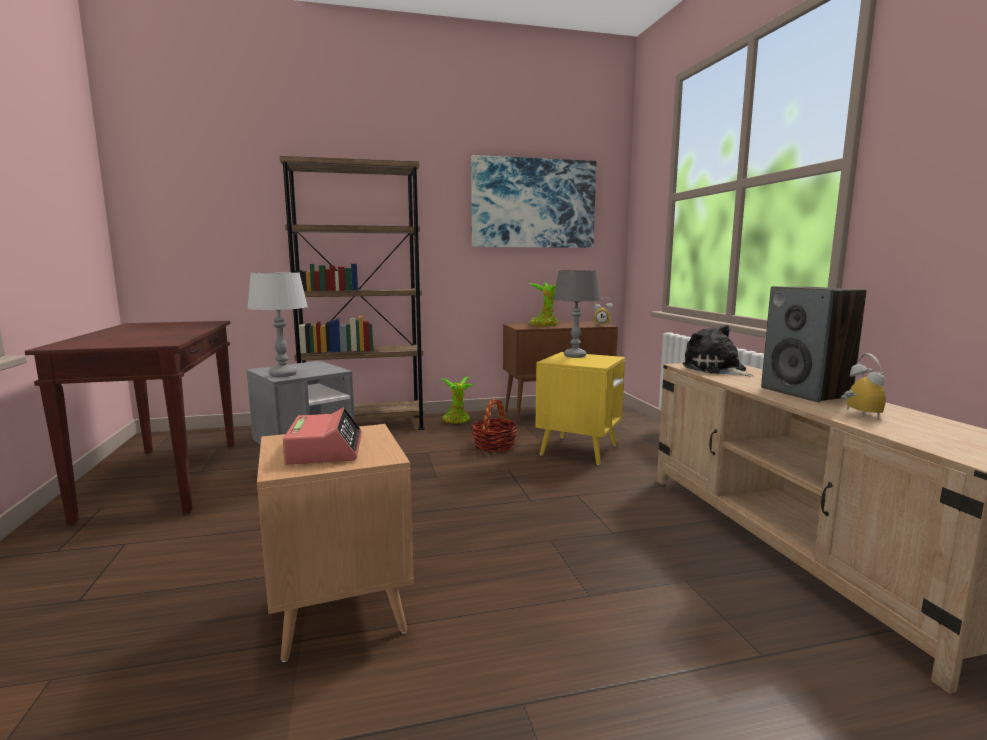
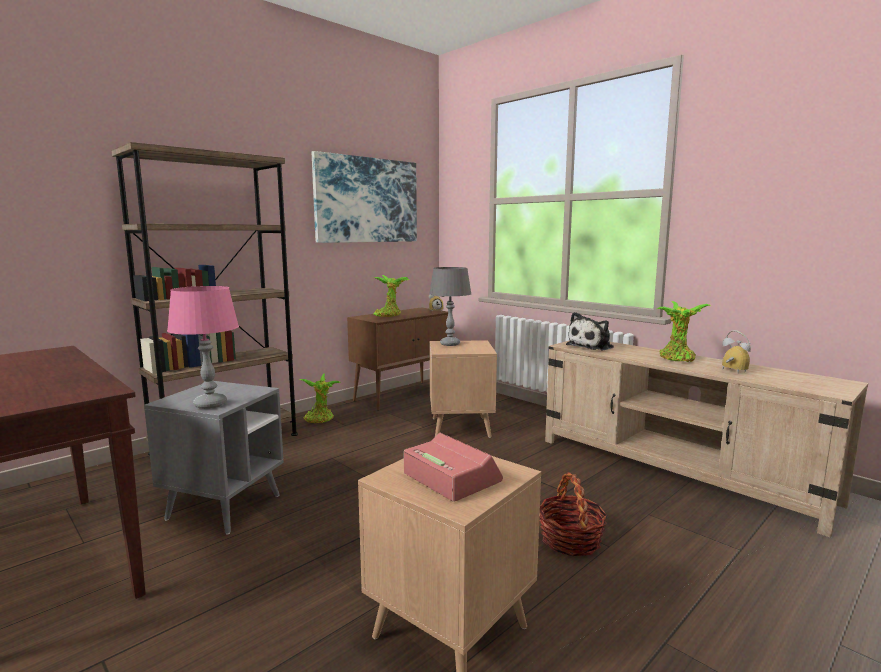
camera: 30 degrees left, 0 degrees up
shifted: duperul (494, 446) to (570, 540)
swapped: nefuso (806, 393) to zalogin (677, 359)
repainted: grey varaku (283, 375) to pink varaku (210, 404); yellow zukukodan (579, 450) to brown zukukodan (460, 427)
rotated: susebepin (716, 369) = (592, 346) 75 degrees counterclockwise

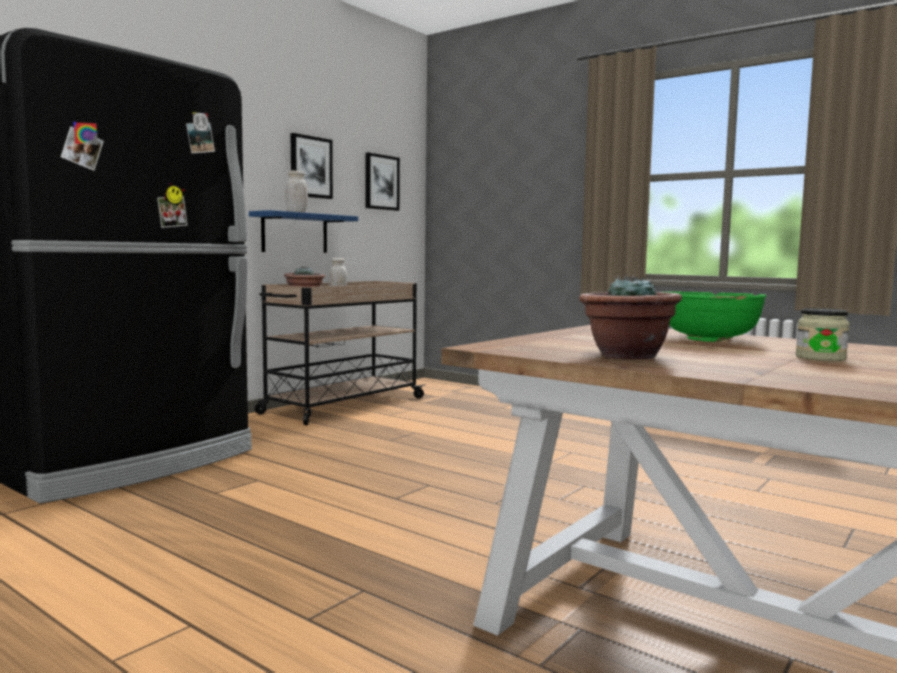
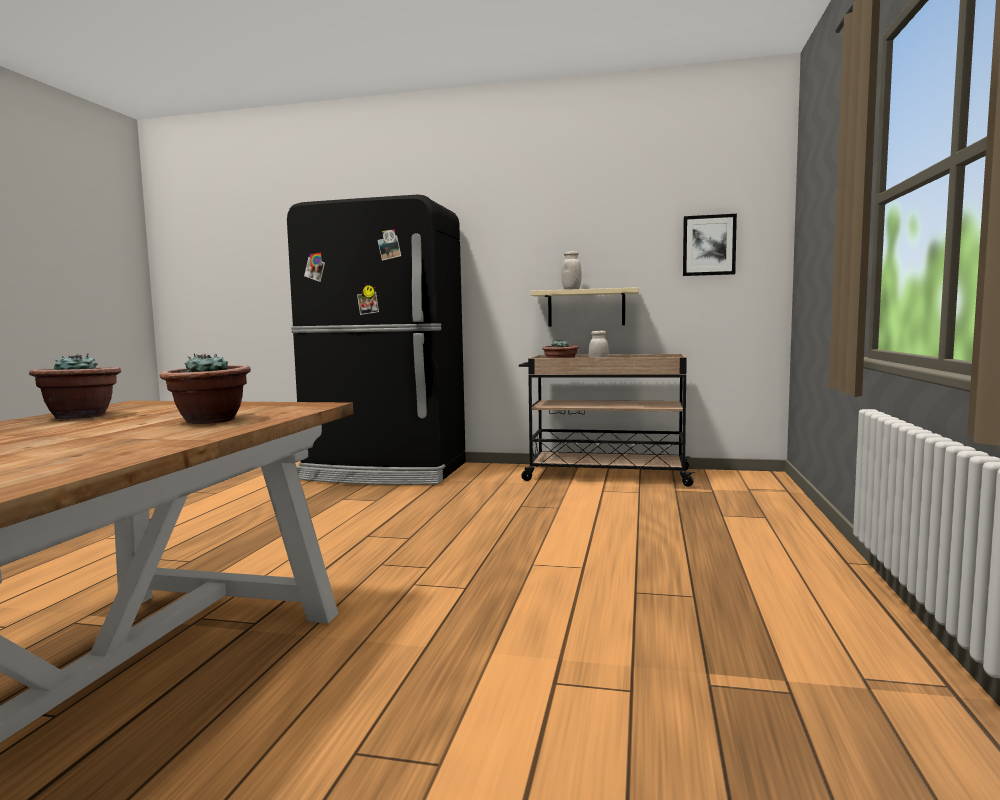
camera: 65 degrees right, 0 degrees up
gone: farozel (310, 167); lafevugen (820, 358)
swapped: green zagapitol (708, 339) to zalogin (209, 420)
repainted: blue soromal (295, 233) to beige soromal (586, 308)

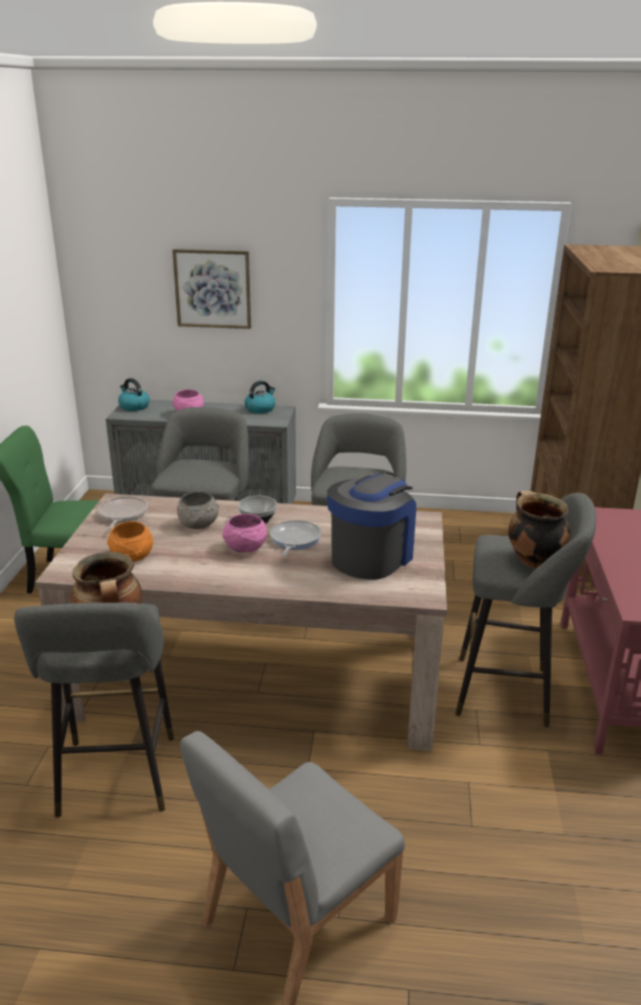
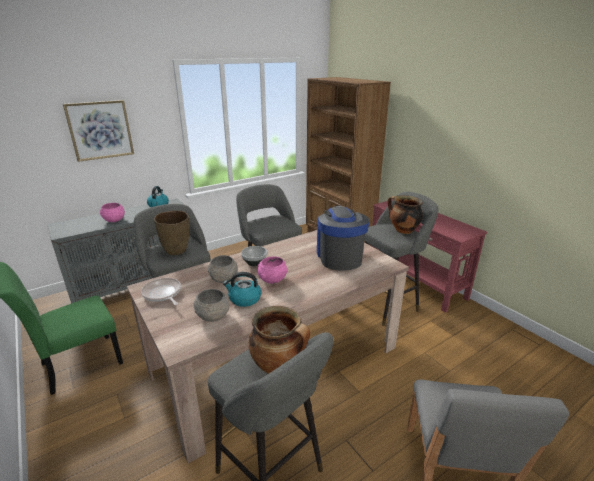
camera: 40 degrees left, 0 degrees up
gone: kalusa (294, 540)
new: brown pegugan (177, 251)
shifted: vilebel (134, 406) to (244, 299)
repainted: orange zagapitol (132, 556) to grey zagapitol (213, 315)

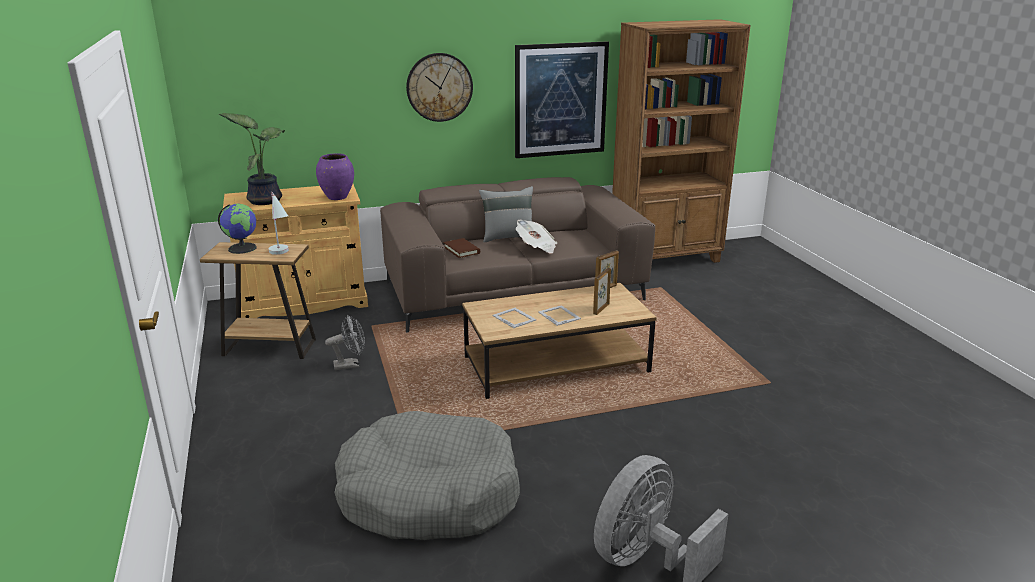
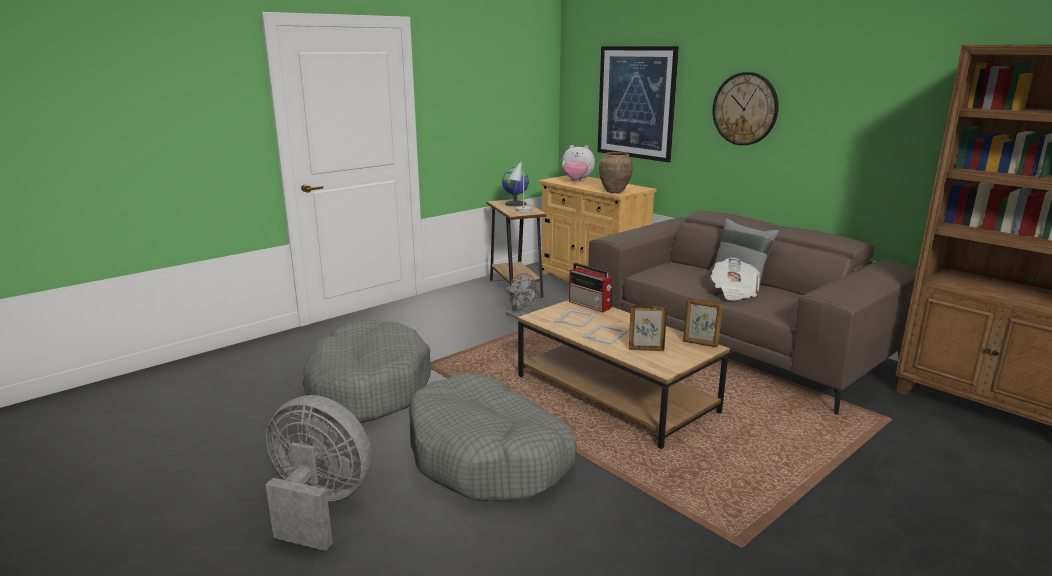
camera: 65 degrees right, 5 degrees down
gone: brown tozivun (461, 250)
new: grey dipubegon (488, 456); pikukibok (590, 305)
shifted: farozel (560, 100) to (636, 102)
swapped: zalogin (264, 200) to susebepin (577, 181)
repainted: purple pegugan (337, 197) to brown pegugan (614, 191)

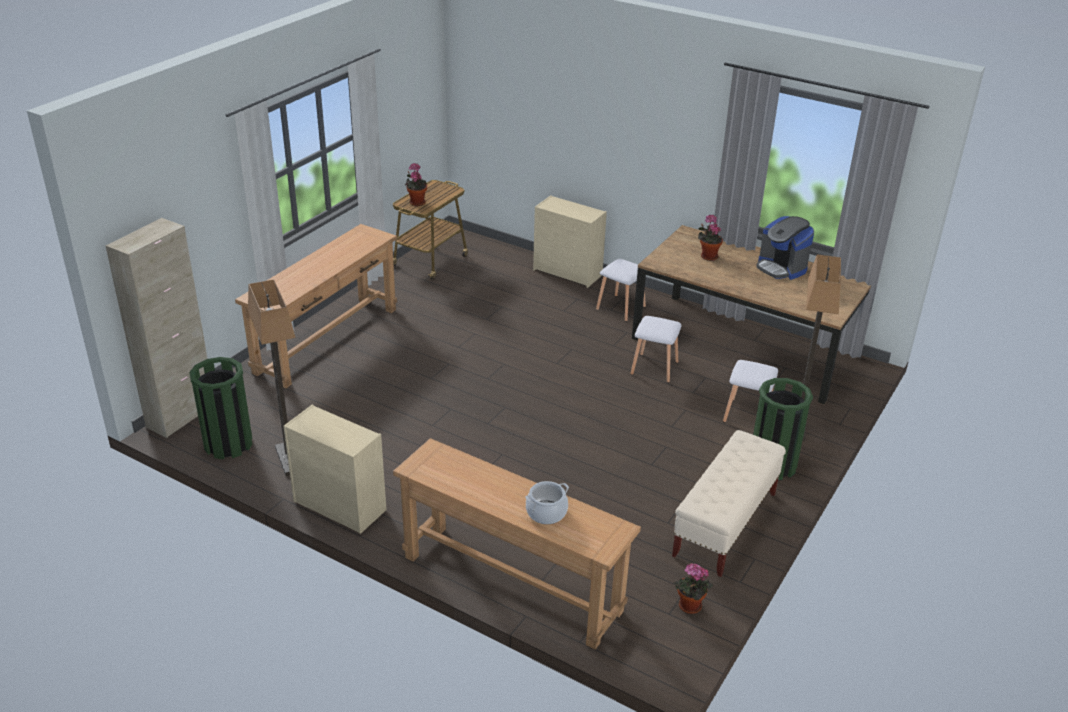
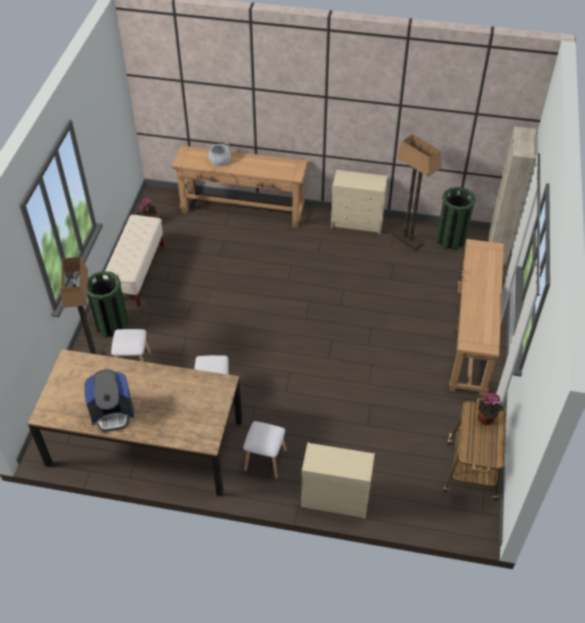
camera: 160 degrees right, 15 degrees up
gone: zalogin (707, 256)
rotated: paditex (781, 268) = (112, 413) 135 degrees clockwise

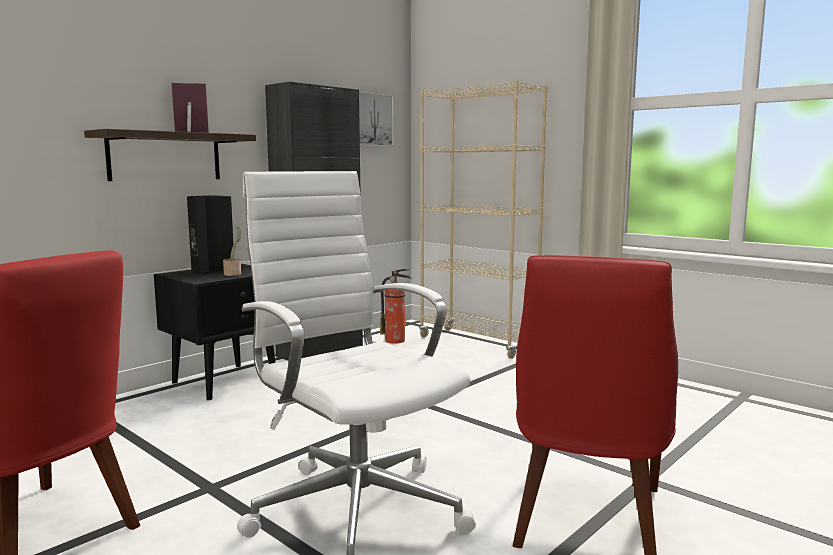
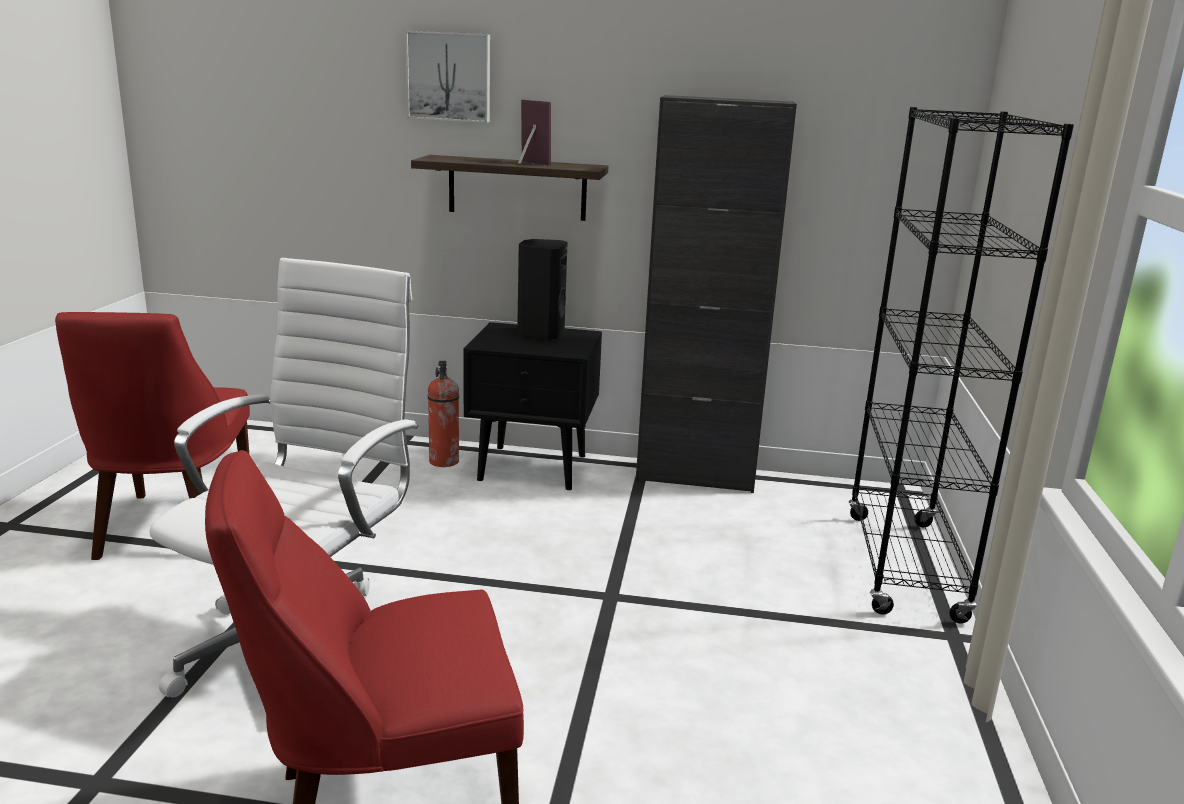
camera: 55 degrees right, 10 degrees up
gone: zalogin (233, 274)
shifted: farozel (371, 120) to (449, 77); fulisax (396, 341) to (444, 462)
repainted: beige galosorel (478, 343) to black galosorel (903, 566)

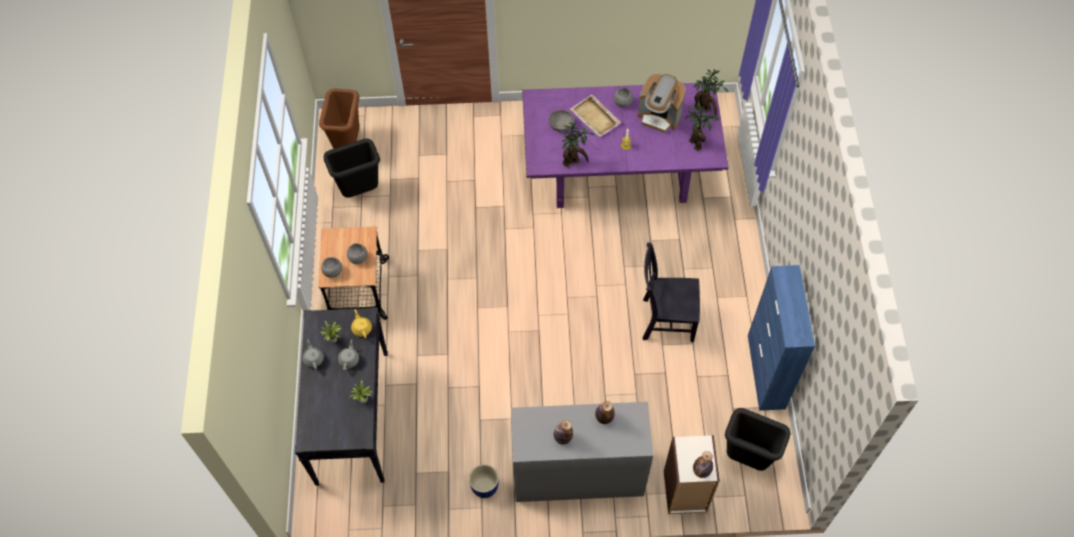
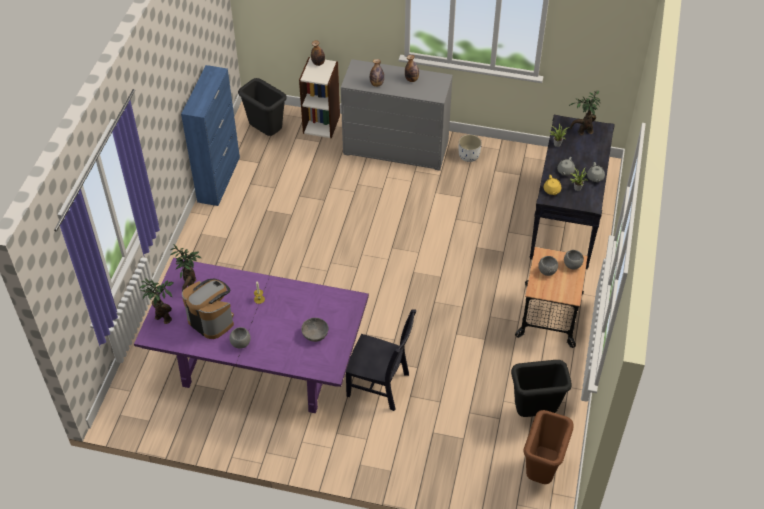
camera: 165 degrees left, 10 degrees down
gone: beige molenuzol (595, 117)
shifted: zalogin (573, 162) to (583, 131); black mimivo (665, 319) to (380, 386)
repainted: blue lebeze (484, 487) to white lebeze (469, 156)

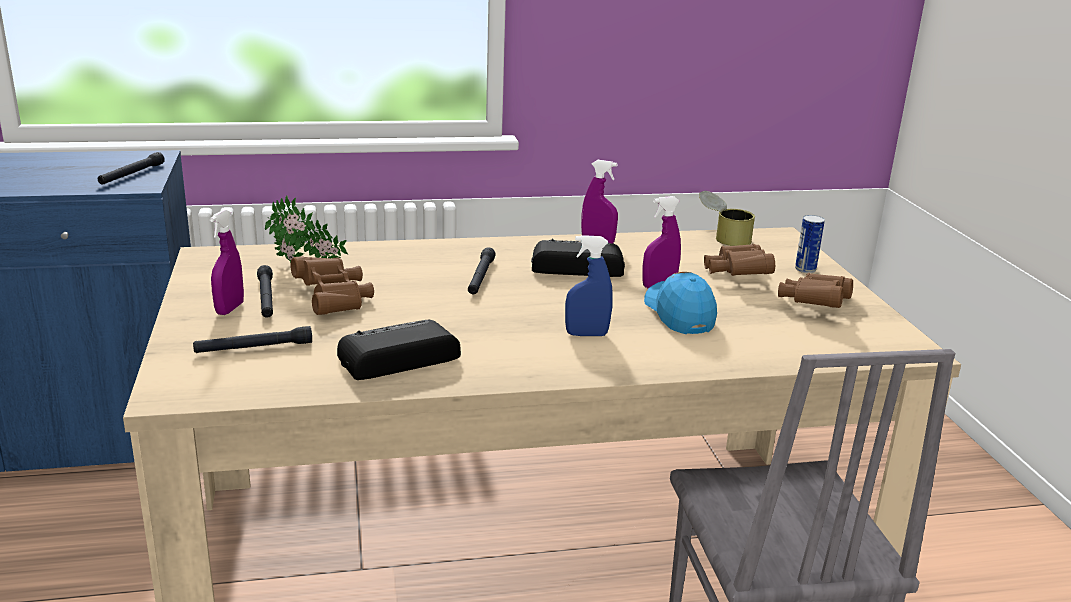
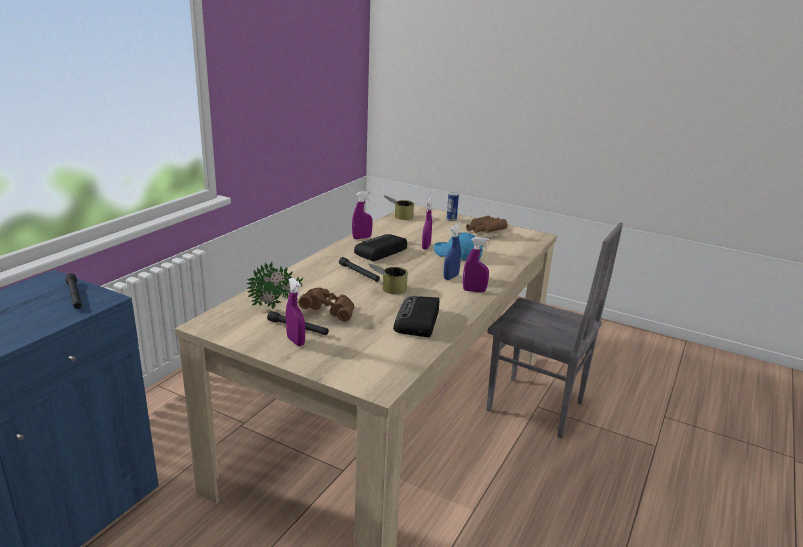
camera: 50 degrees left, 0 degrees up
gone: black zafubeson (254, 348); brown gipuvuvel (736, 275)
new: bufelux (387, 290); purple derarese (474, 291)

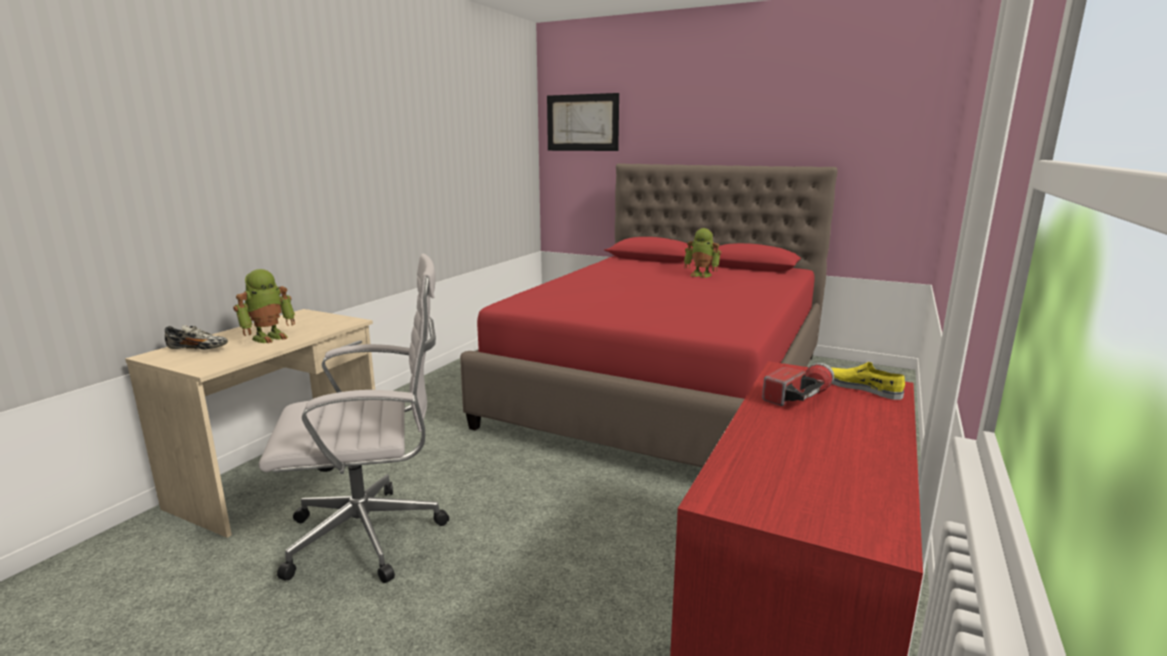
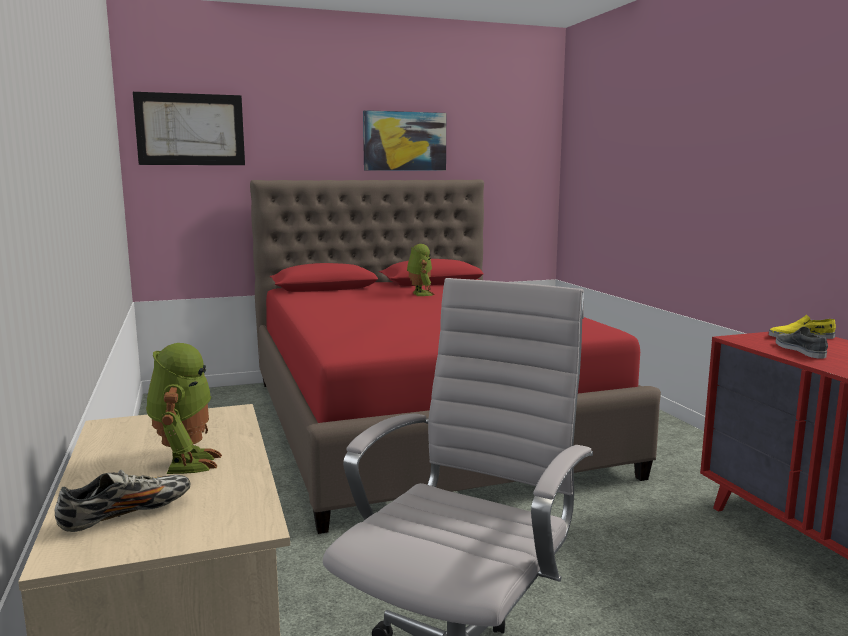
camera: 45 degrees left, 5 degrees down
new: farozel (404, 141)
swapped: zafubeson (798, 396) to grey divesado (800, 350)
rotated: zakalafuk (701, 275) = (420, 294) 90 degrees counterclockwise

